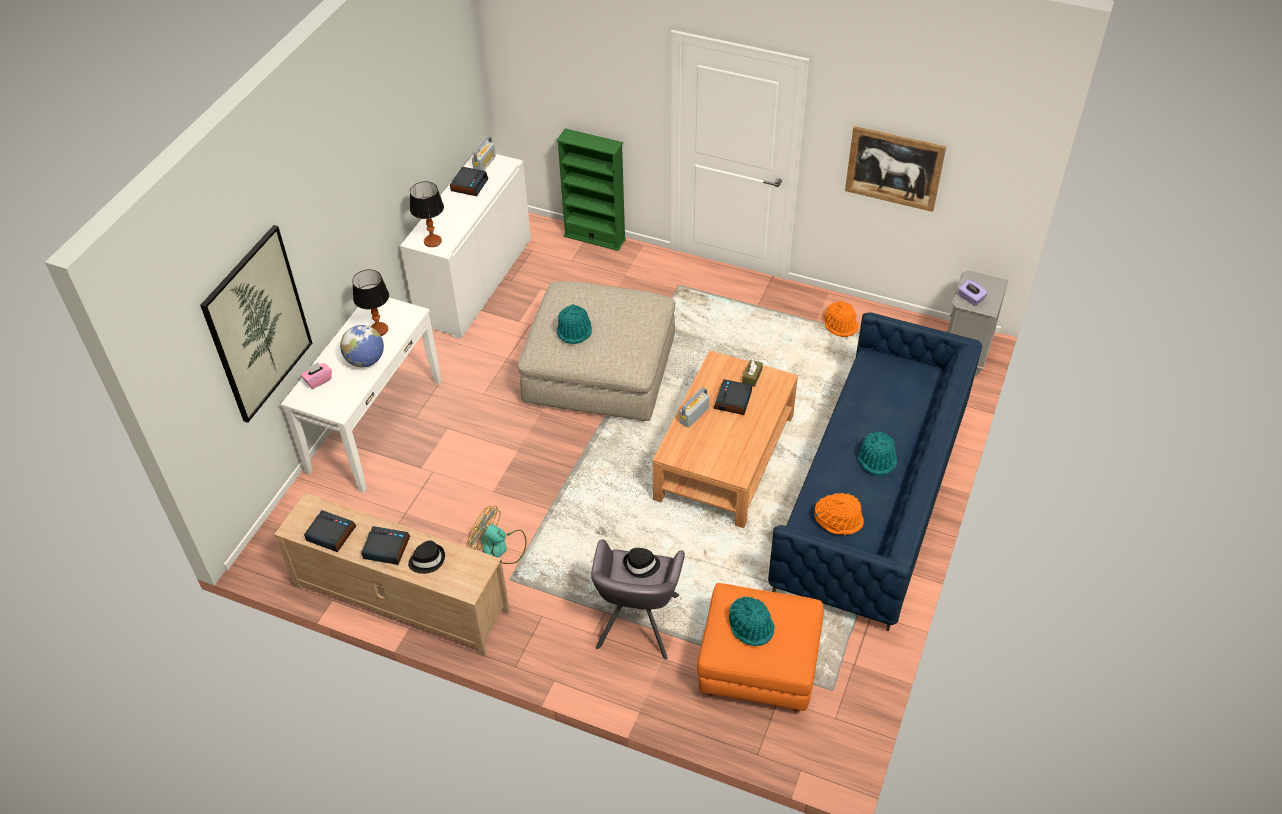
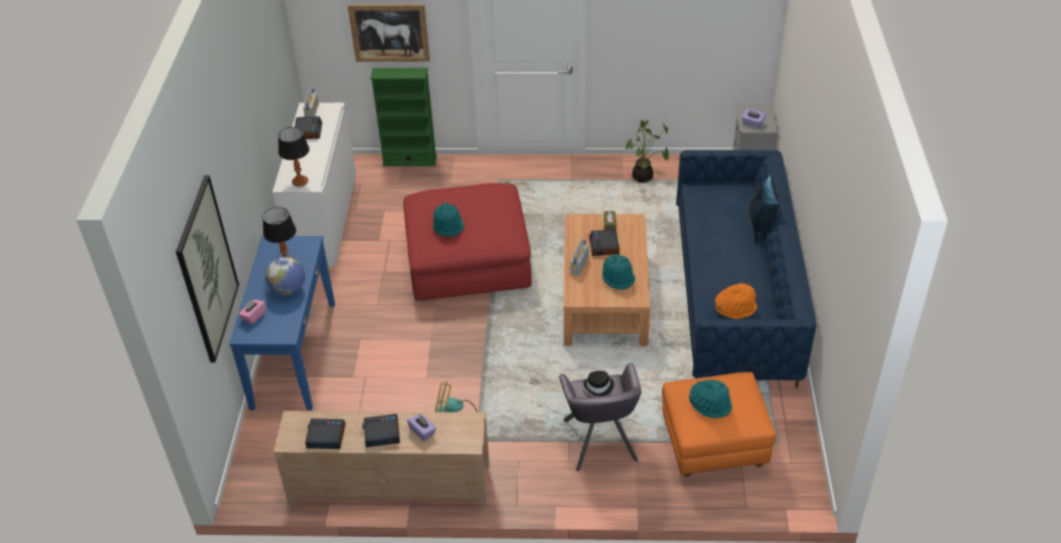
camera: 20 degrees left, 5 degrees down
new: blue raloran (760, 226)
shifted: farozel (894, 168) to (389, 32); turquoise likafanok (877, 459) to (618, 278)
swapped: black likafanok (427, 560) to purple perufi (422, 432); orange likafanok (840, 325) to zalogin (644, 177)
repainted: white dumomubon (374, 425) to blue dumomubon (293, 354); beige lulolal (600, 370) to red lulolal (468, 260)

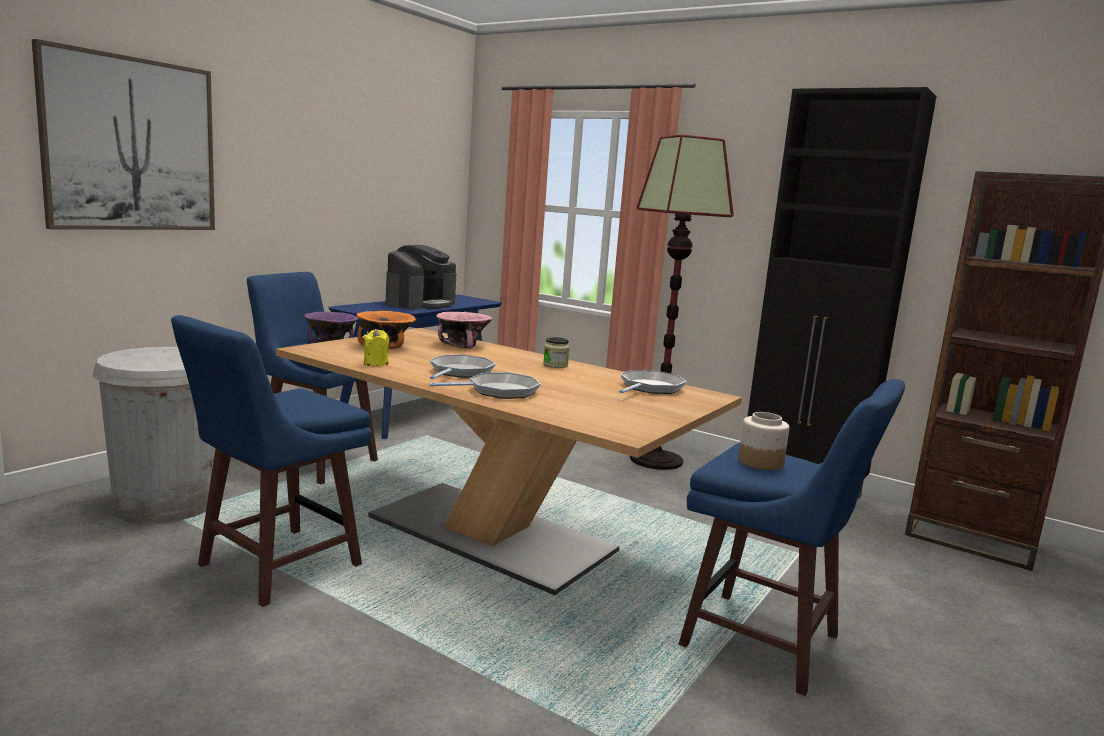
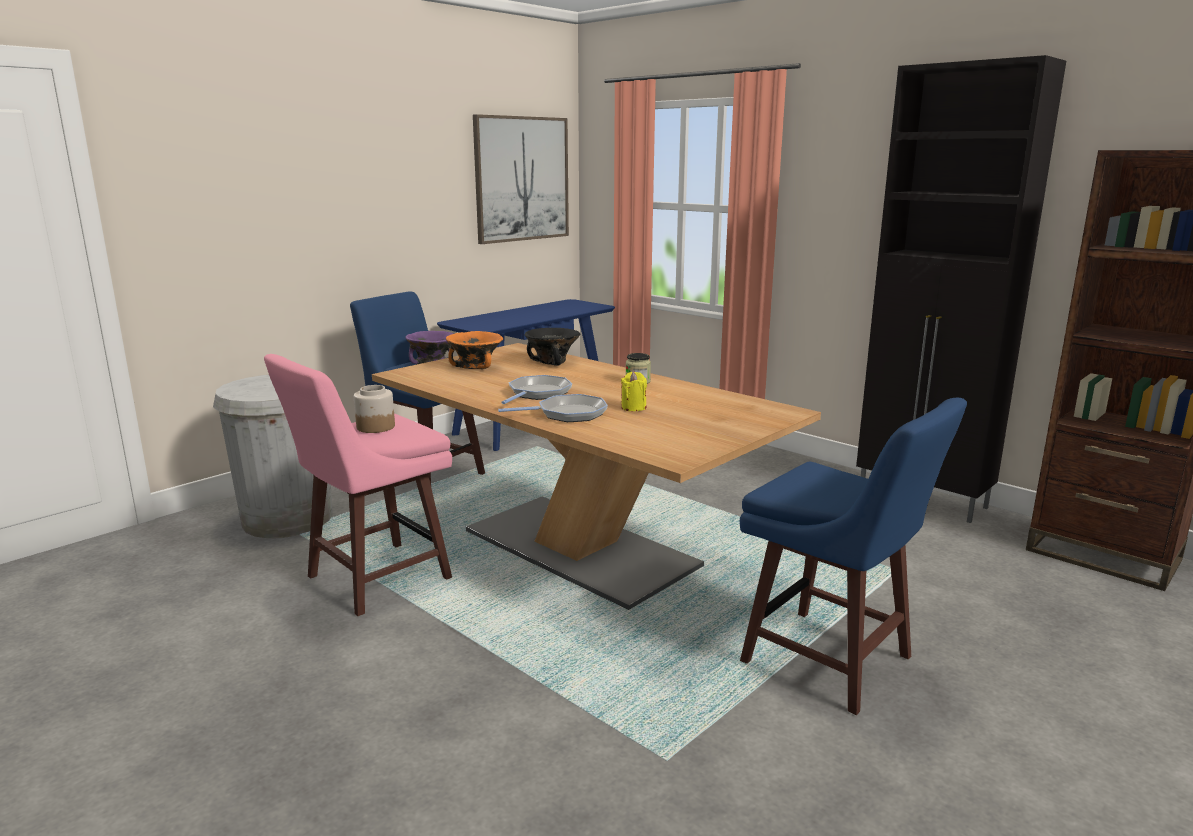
camera: 10 degrees right, 5 degrees up
gone: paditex (420, 303); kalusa (650, 388); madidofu (656, 460)
shifted: farozel (131, 145) to (522, 179); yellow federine (376, 363) to (633, 407); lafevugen (760, 462) to (375, 427)
repainted: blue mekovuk (275, 566) to pink mekovuk (374, 578); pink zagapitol (463, 345) to black zagapitol (553, 362)

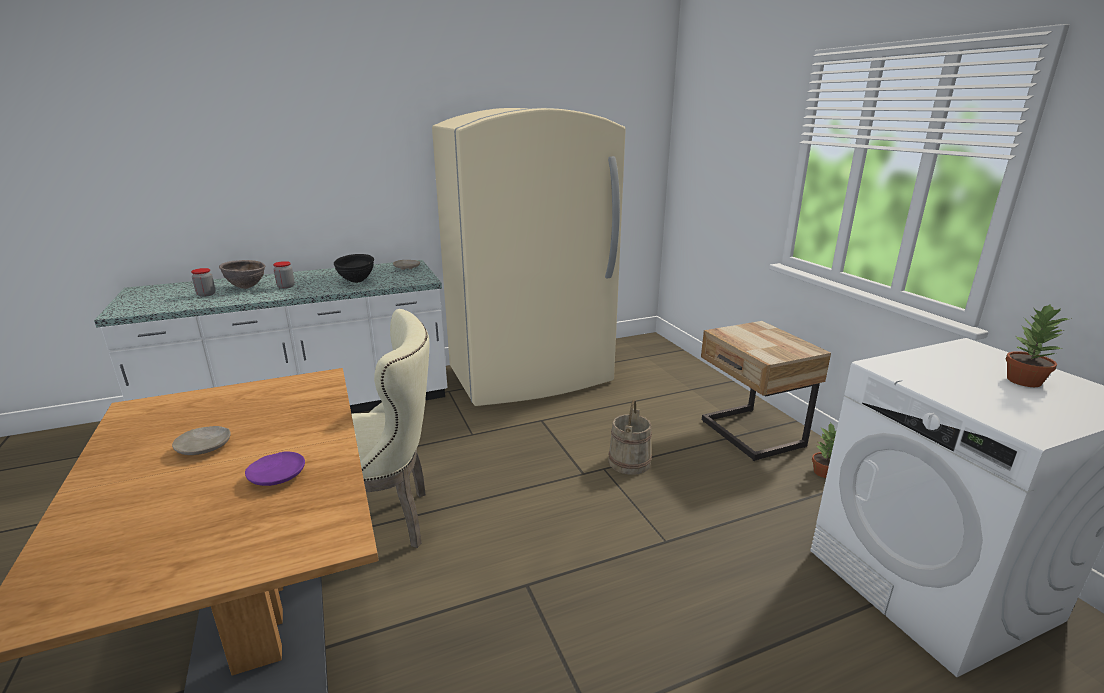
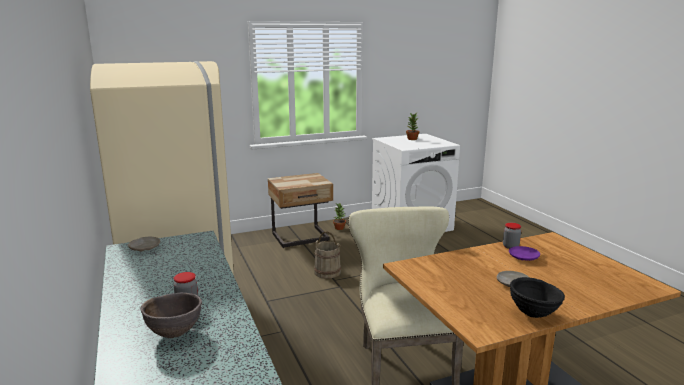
camera: 90 degrees left, 5 degrees down
shifted: lafevugen (206, 294) to (510, 246); black zagapitol (356, 281) to (533, 314)

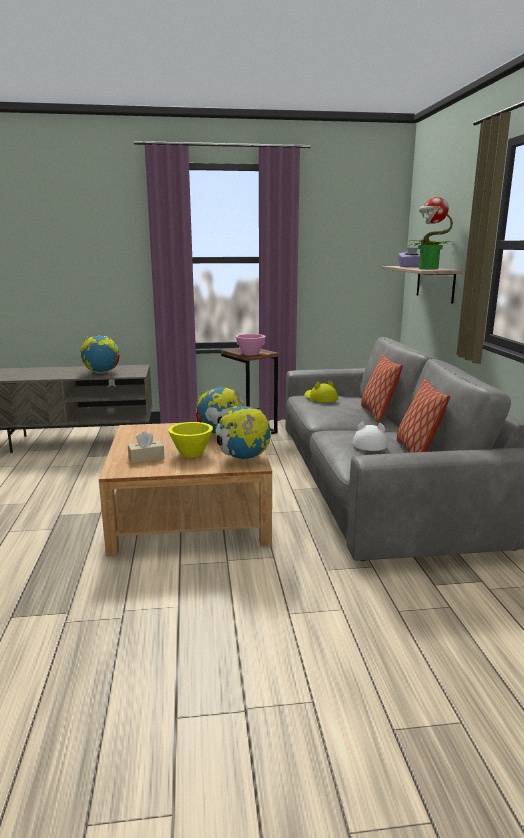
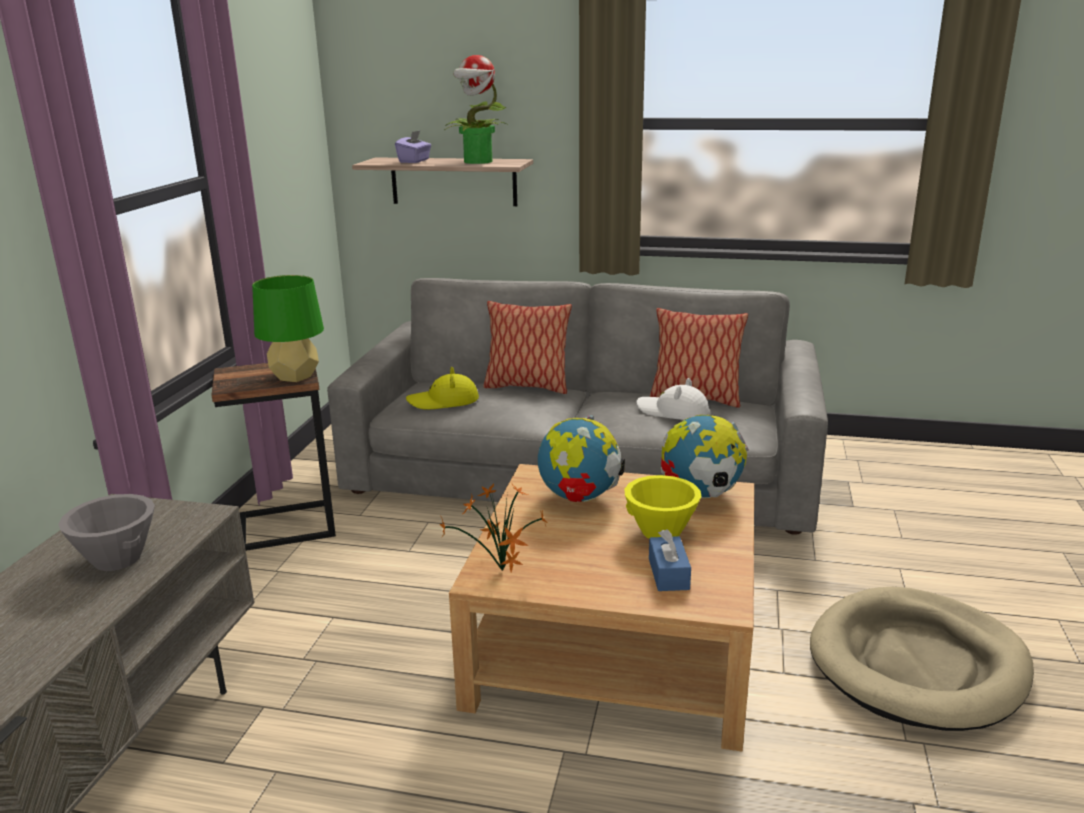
camera: 70 degrees left, 5 degrees up
new: zalogin (502, 572); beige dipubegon (918, 664)
swapped: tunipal (101, 372) to grey zagapitol (118, 558); pink zagapitol (250, 354) to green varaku (295, 377)
repainted: beige perufi (146, 458) to blue perufi (668, 574)

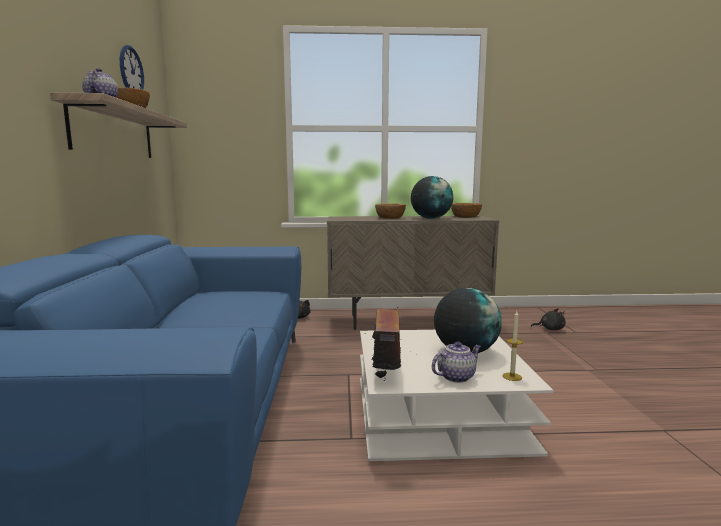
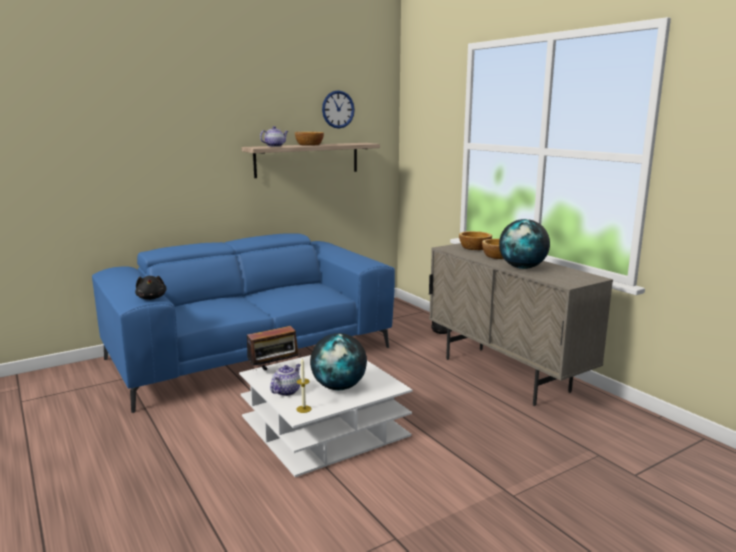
camera: 60 degrees right, 5 degrees up
shifted: zagapitol (465, 217) to (474, 248); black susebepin (550, 329) to (152, 298)
rotated: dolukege (456, 376) = (286, 391) 90 degrees counterclockwise

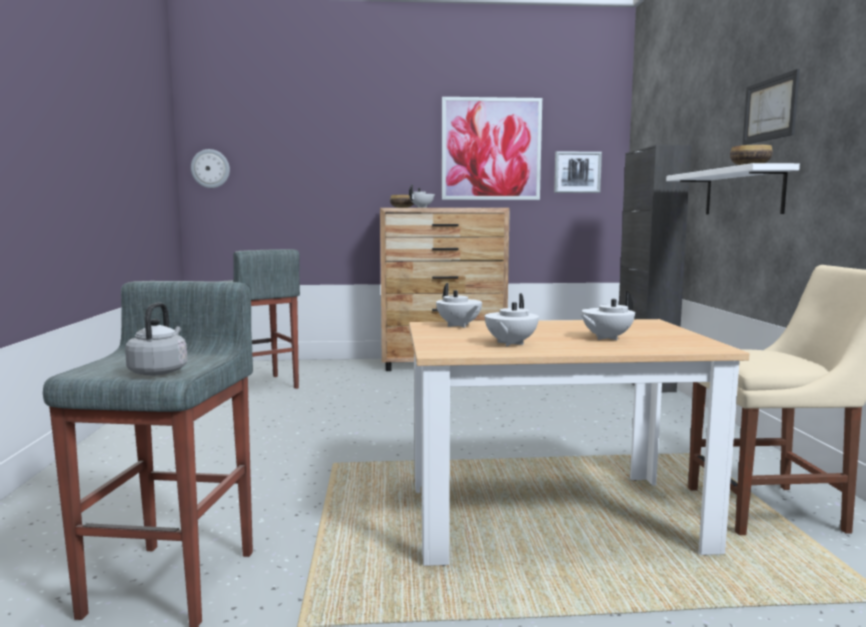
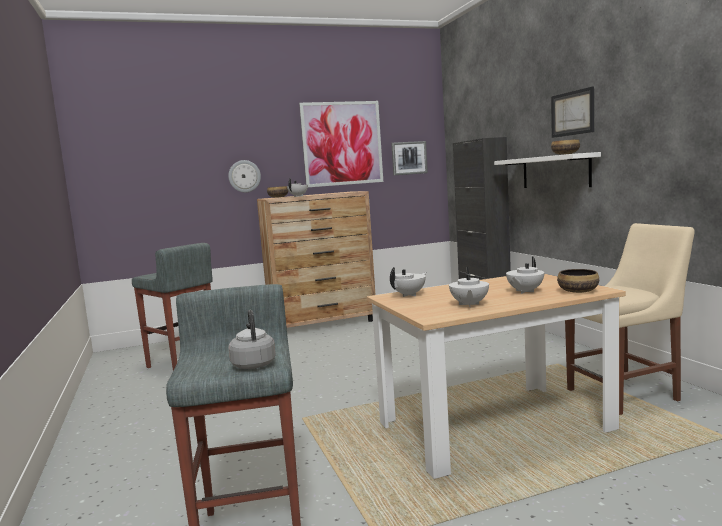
camera: 15 degrees left, 0 degrees up
new: zagapitol (578, 291)
shifted: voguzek (210, 168) to (244, 176)
rotated: white dolukege (458, 326) = (409, 295) 90 degrees counterclockwise

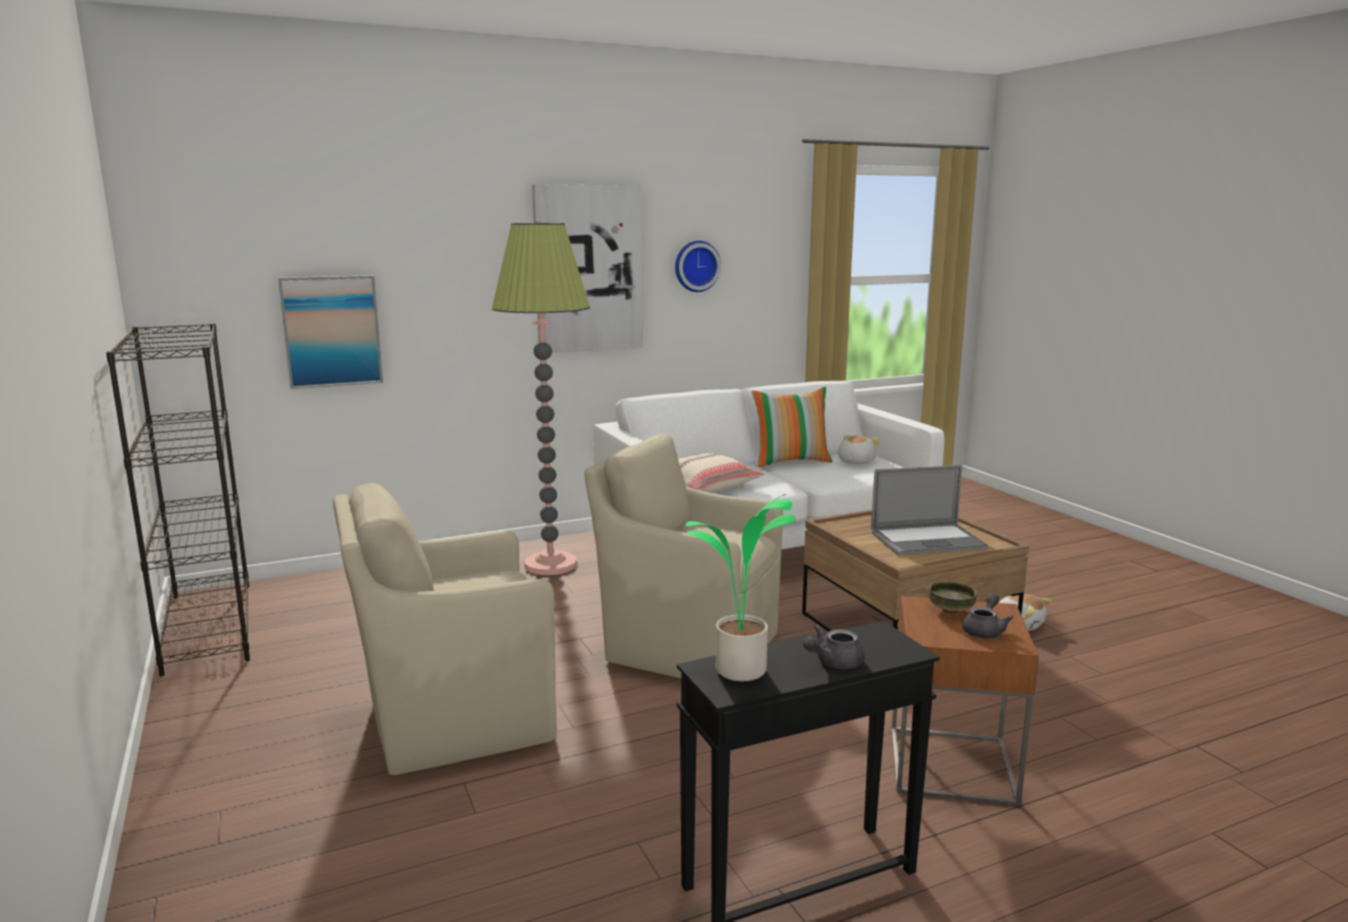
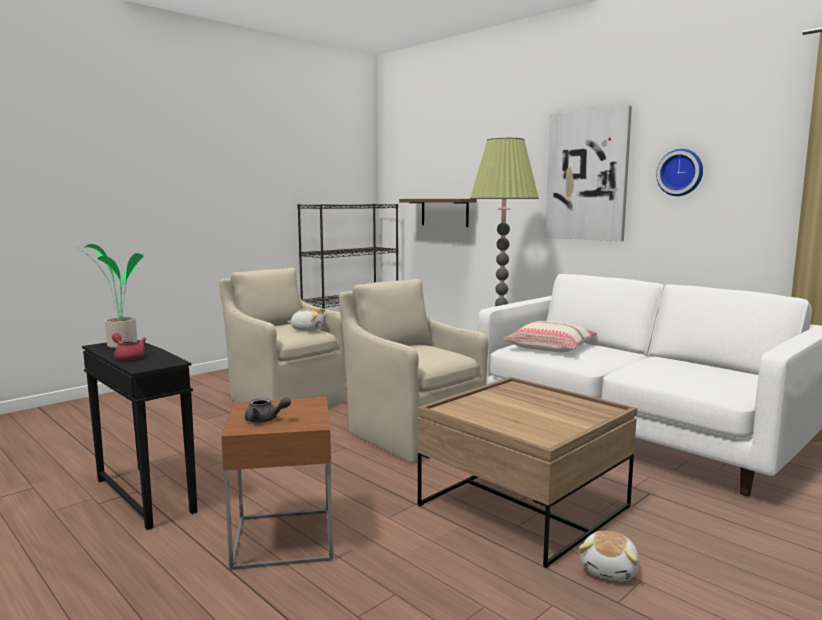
camera: 70 degrees right, 5 degrees down
gone: raloran (791, 461); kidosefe (927, 540); zagapitol (950, 610)
shifted: susebepin (855, 462) to (307, 329)
swapped: farozel (332, 331) to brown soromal (444, 212)
repainted: grey dolukege (833, 662) to red dolukege (128, 357)
rotated: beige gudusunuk (688, 646) = (413, 434) 45 degrees counterclockwise

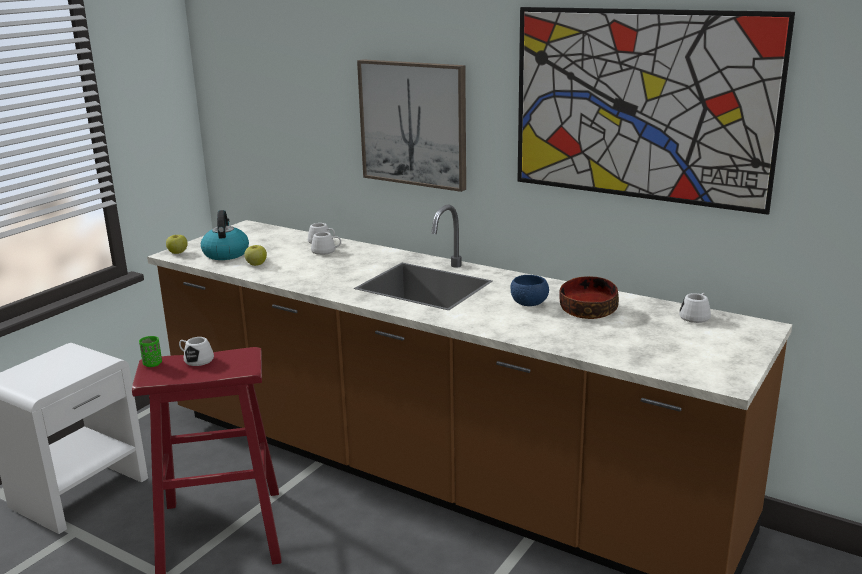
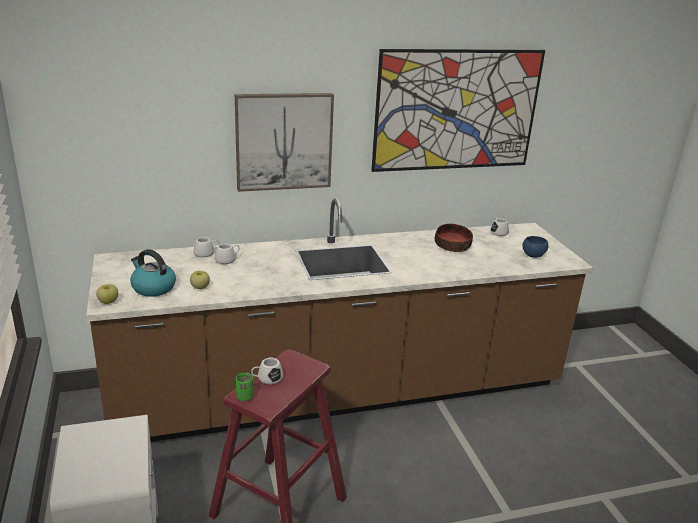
camera: 50 degrees left, 5 degrees up
shifted: blue zagapitol (529, 304) to (533, 255)

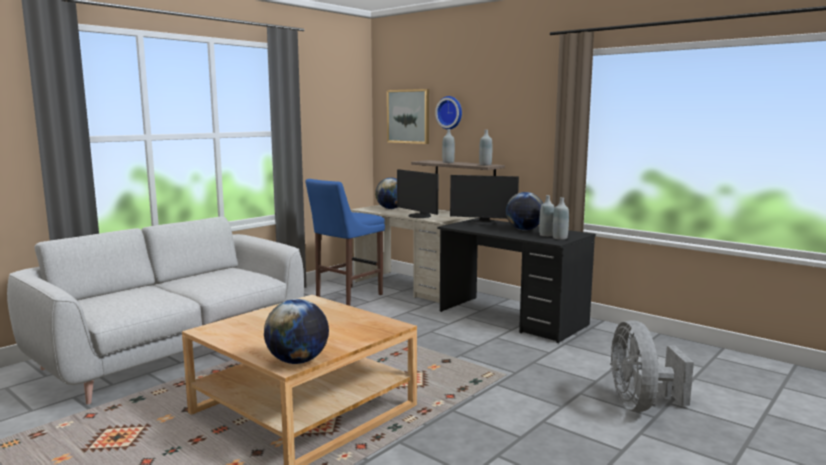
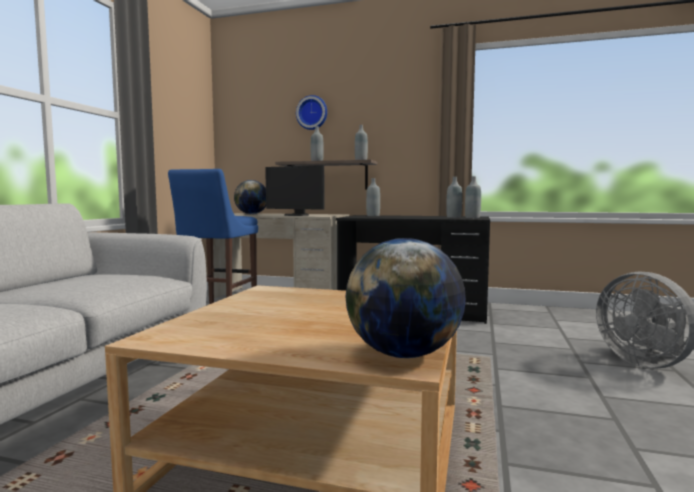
camera: 25 degrees left, 5 degrees down
gone: farozel (408, 116); tunipal (524, 230)
swapped: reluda (483, 223) to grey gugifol (373, 216)

